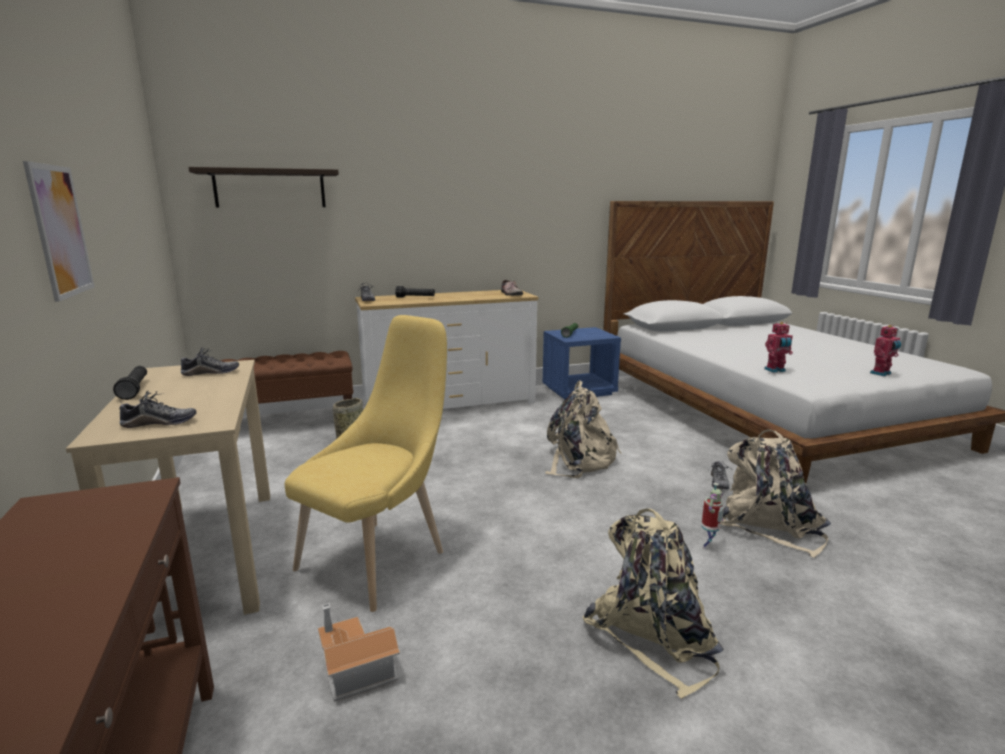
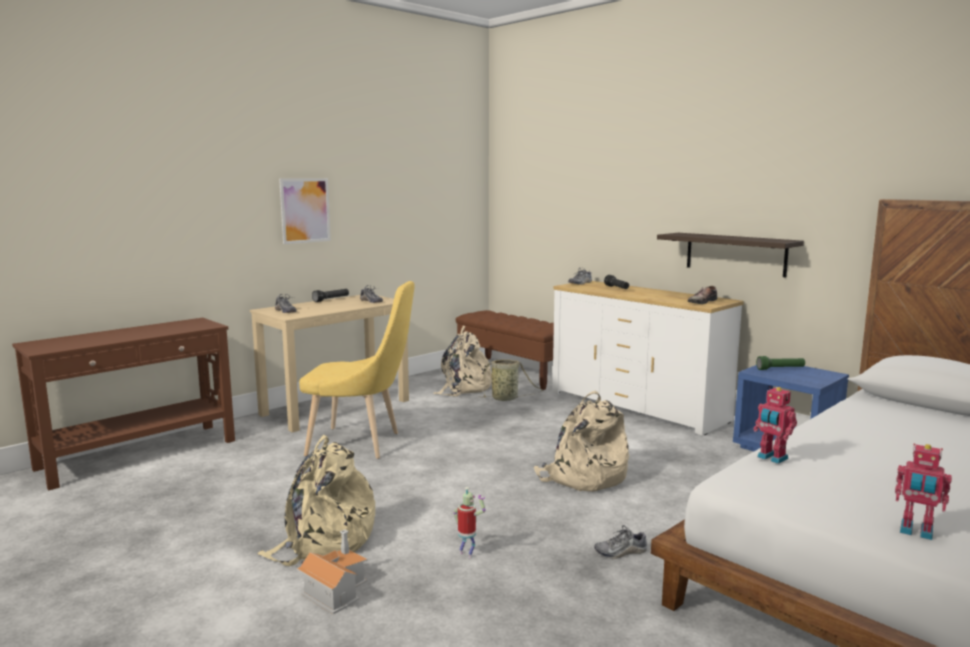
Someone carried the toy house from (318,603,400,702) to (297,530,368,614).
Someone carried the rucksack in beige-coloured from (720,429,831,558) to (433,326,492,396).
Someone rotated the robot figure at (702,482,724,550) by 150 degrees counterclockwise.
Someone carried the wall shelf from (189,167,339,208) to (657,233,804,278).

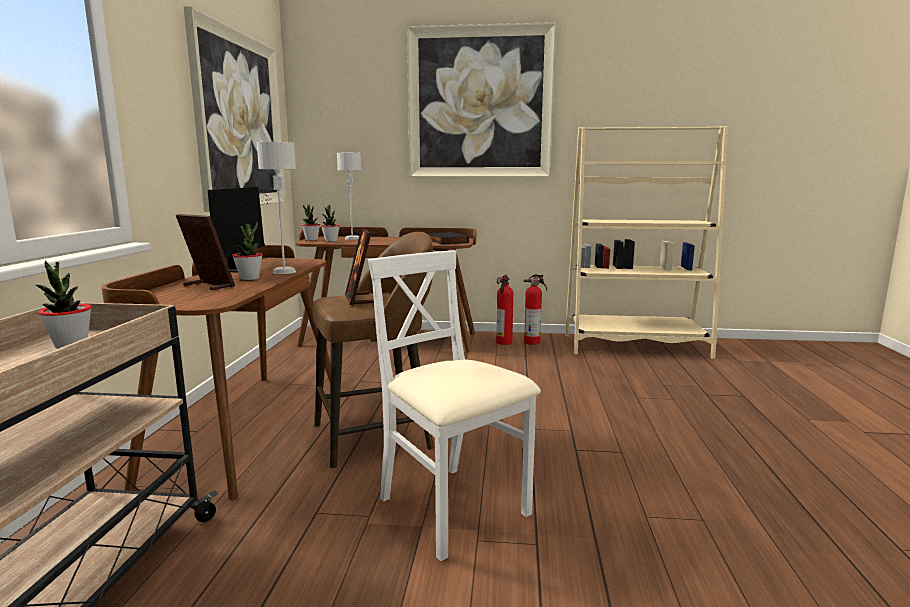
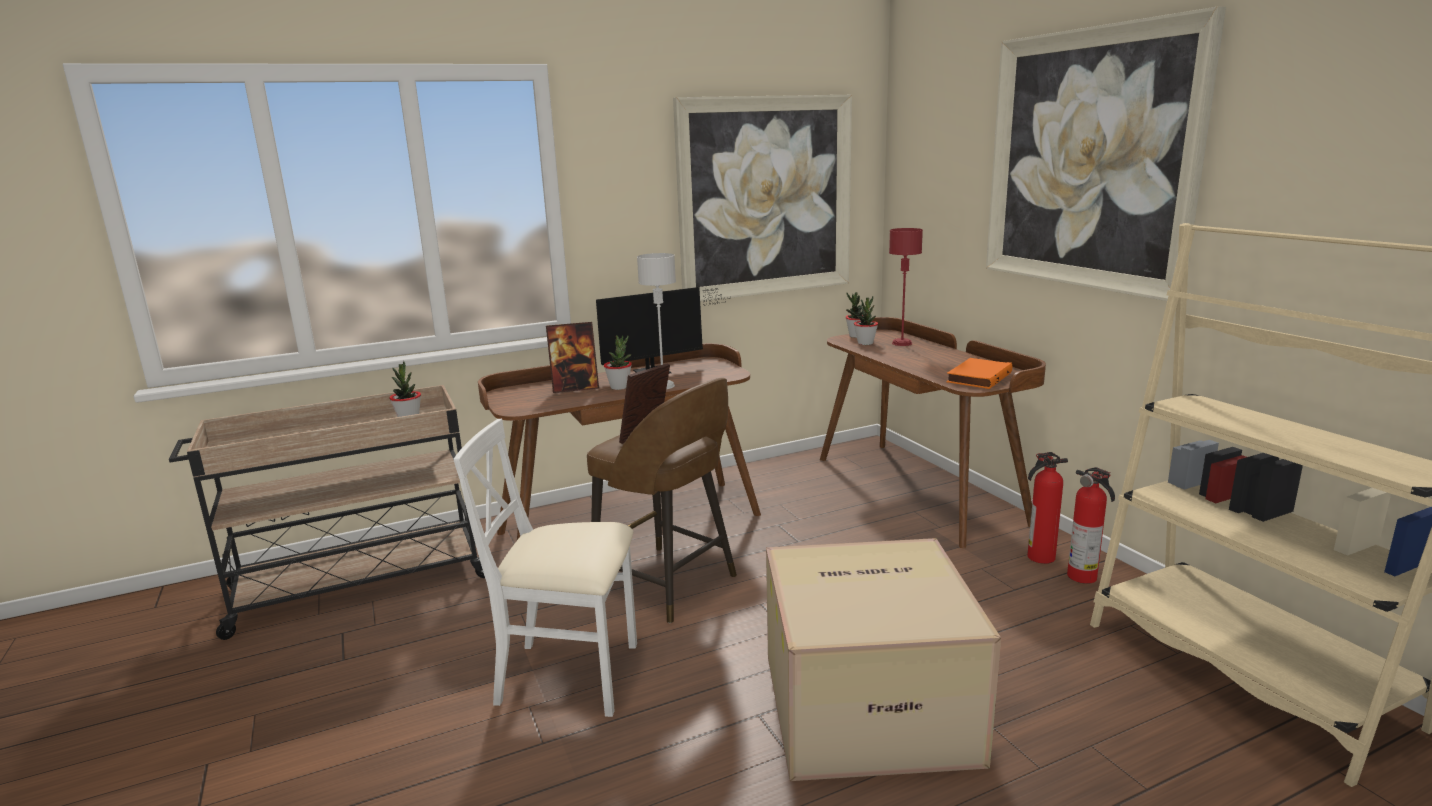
Someone rotated the plain chair in white-coloured at (368,250,541,561) by 105 degrees counterclockwise.
Someone rotated the picture frame at (176,214,235,290) by 75 degrees clockwise.
Someone put down the packing box at (766,538,1001,781).
Someone repainted the table lamp in grey at (337,153,361,240), which became the table lamp in red at (889,228,923,346).
Someone repainted the bound book in black-coloured at (427,232,469,244), which became the bound book in orange-coloured at (946,358,1012,389).

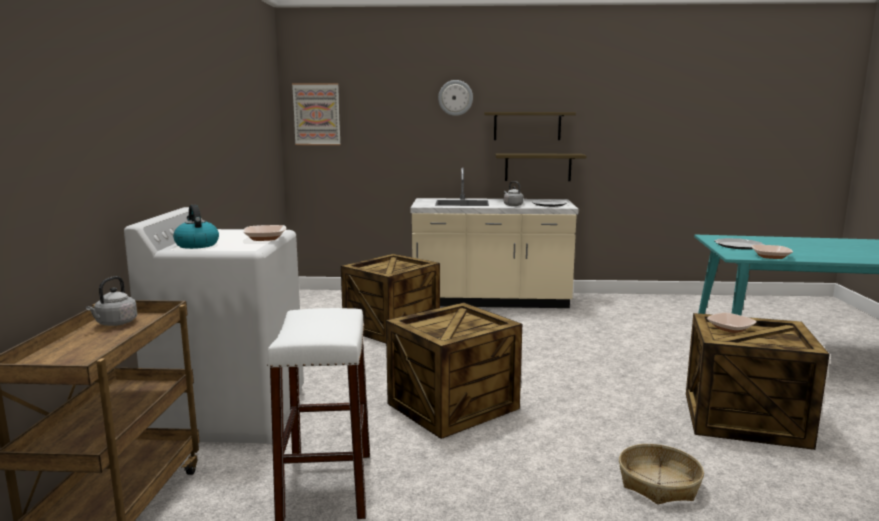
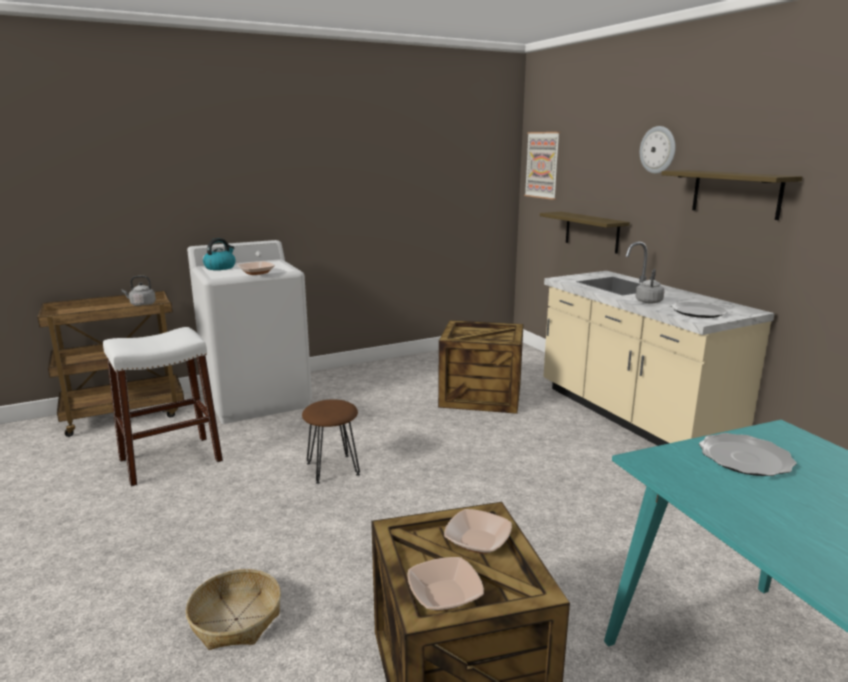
Someone swapped the shipping crate at (386,302,522,439) for the sitting stool in brownish at (302,399,360,484).
Someone carried the serving bowl from (751,245,793,259) to (407,557,484,611).
Someone carried the wall shelf from (495,153,586,181) to (540,212,630,254).

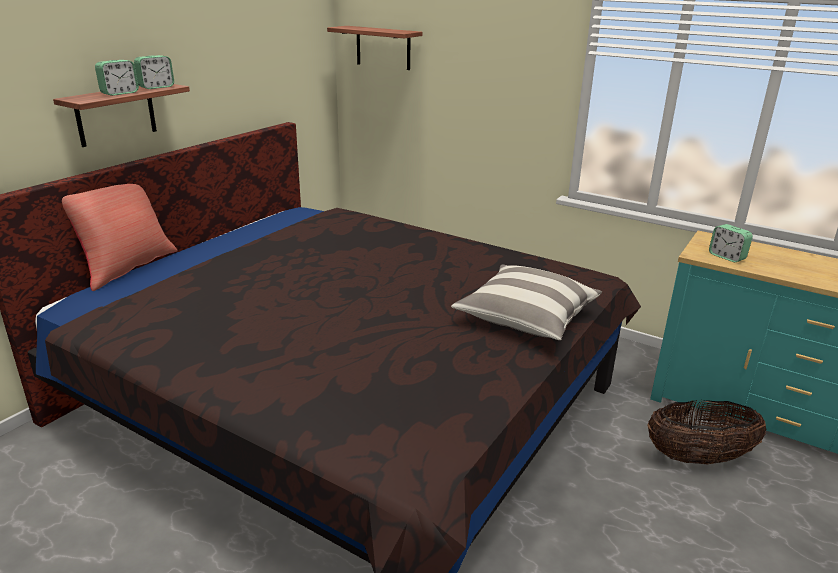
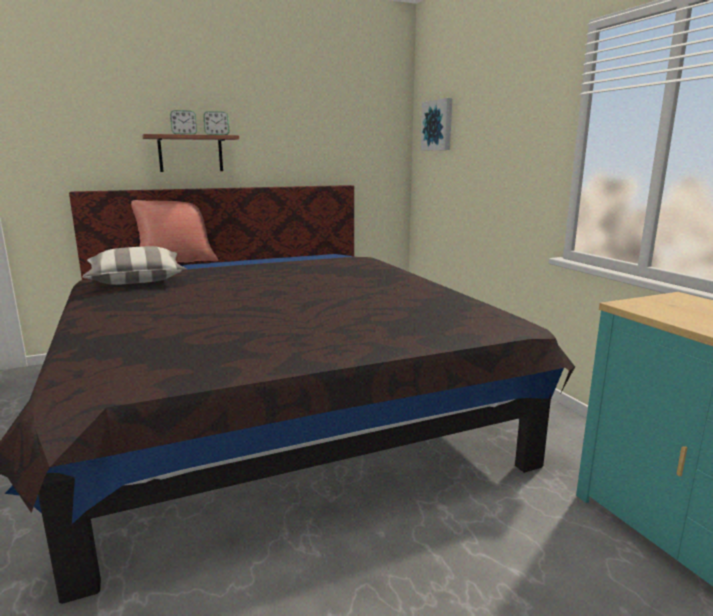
Someone carried the cushion from (451,265,602,340) to (82,246,186,285).
Someone swapped the wall shelf at (327,26,422,70) for the wall picture at (421,98,452,151).
Someone took away the storage basket at (647,400,766,464).
Someone took away the bedside clock at (709,224,753,262).

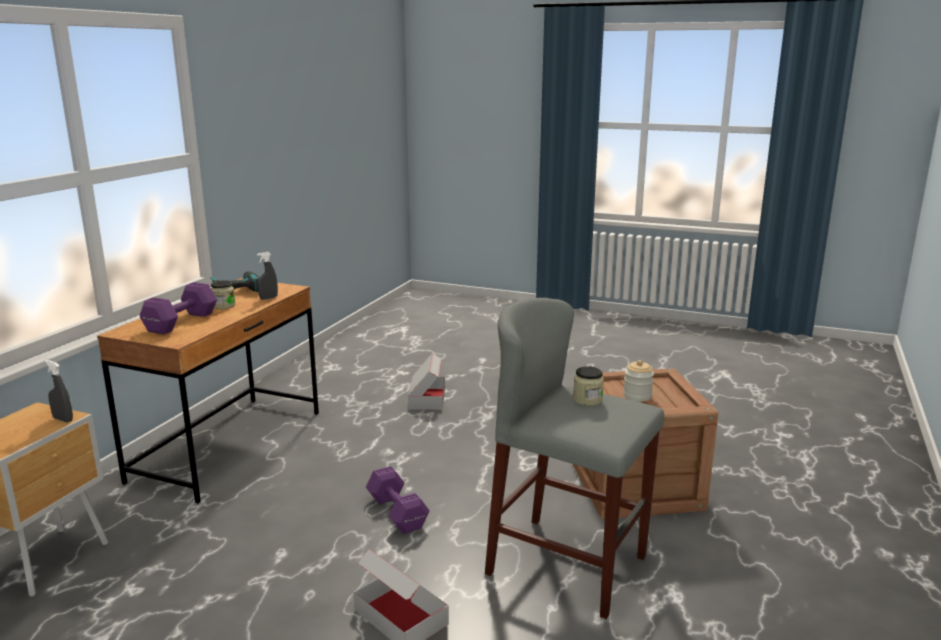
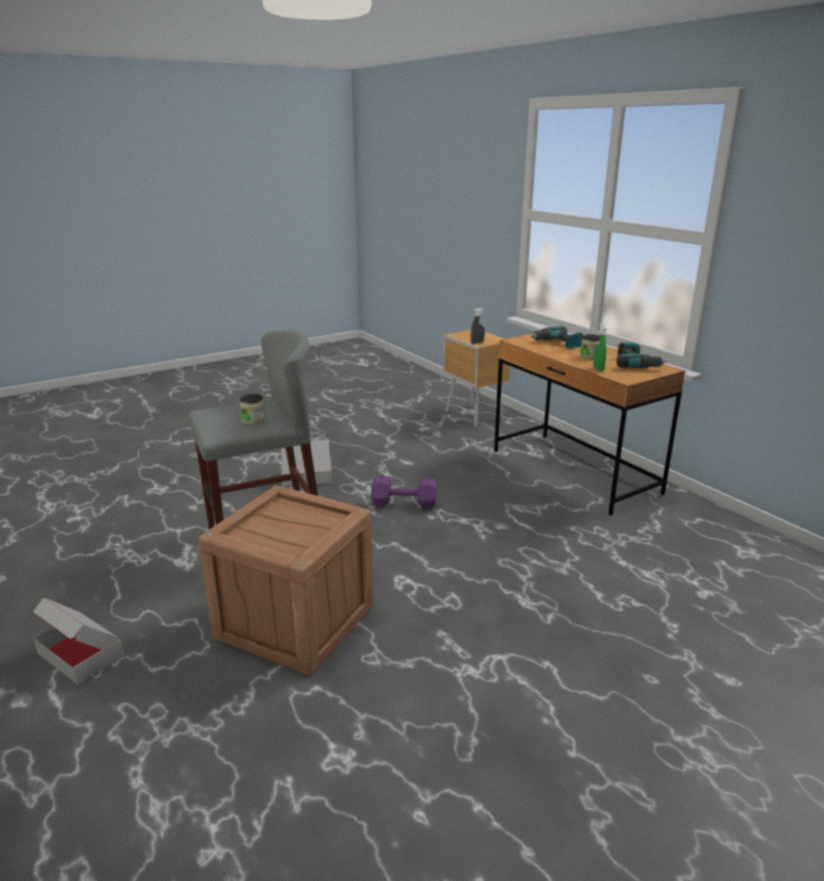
Someone carried the packing box from (408,353,445,410) to (33,597,125,685).
Someone swapped the hand weight in purple-coloured at (140,282,217,334) for the power drill at (531,326,583,349).
Someone repainted the hand sprayer in grey at (257,252,278,300), which became the hand sprayer in greenish at (593,323,607,371).
Someone took away the storage jar at (623,360,654,402).

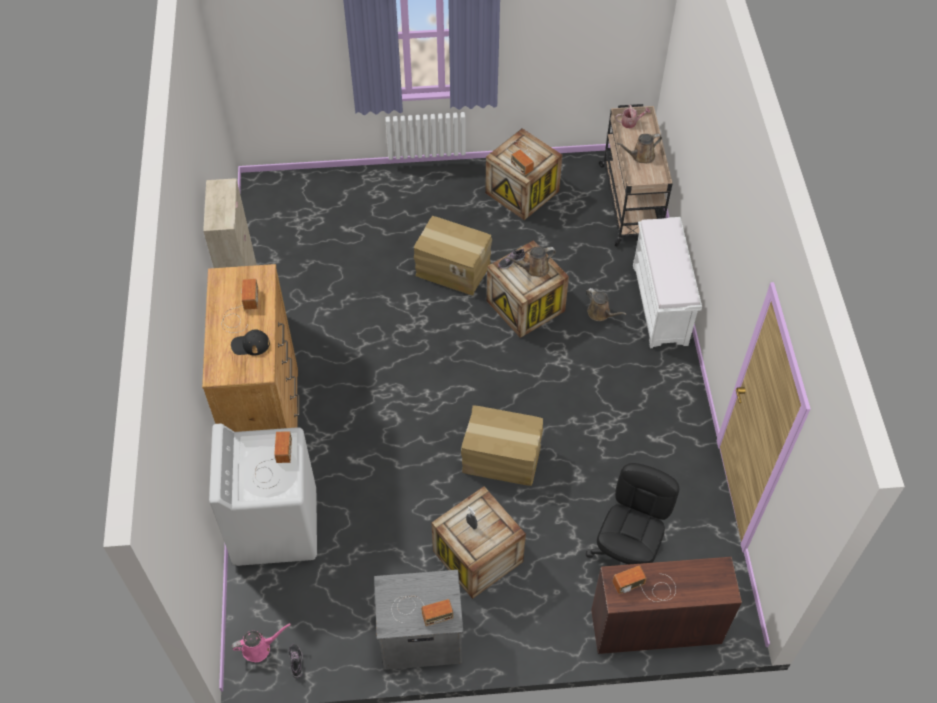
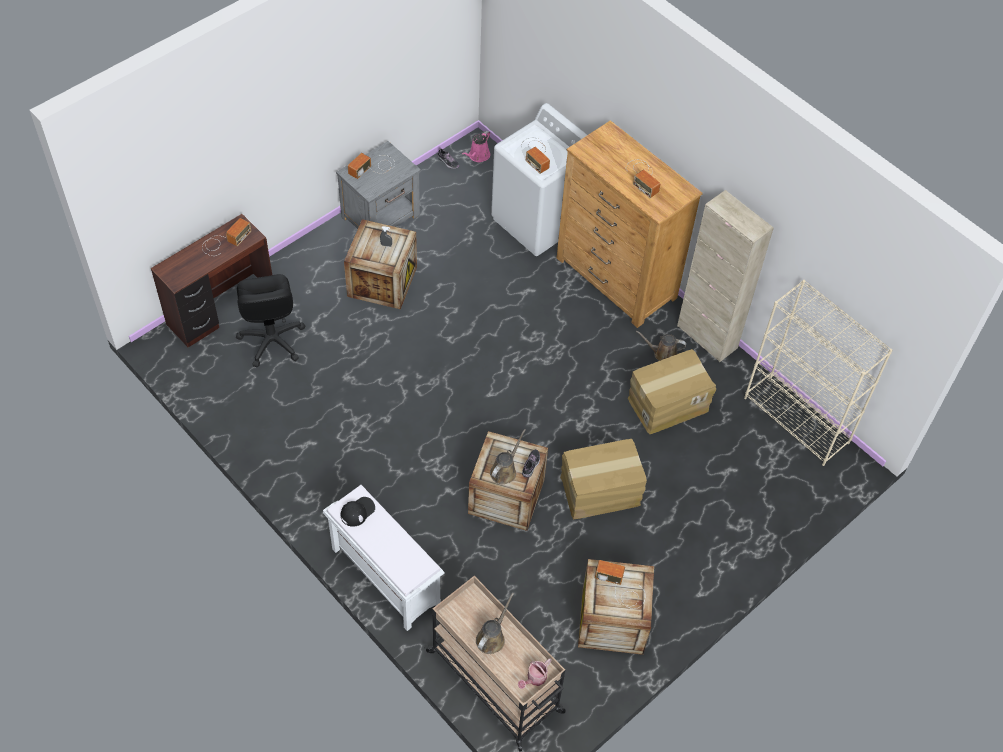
Someone carried the cap in black-coloured from (231,329,270,356) to (341,497,375,527).
Someone carried the packing box from (461,405,543,486) to (628,349,716,434).
Someone carried the watering pot in brownish from (586,288,626,321) to (636,331,686,361).
Someone put down the shelving unit in beige-coloured at (744,280,893,466).

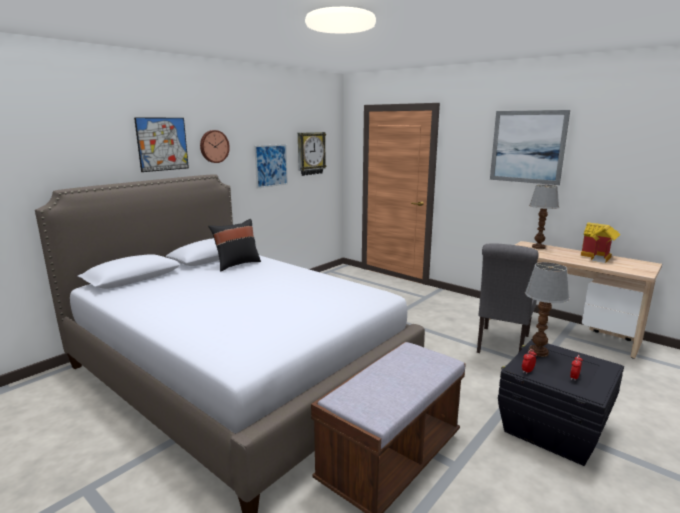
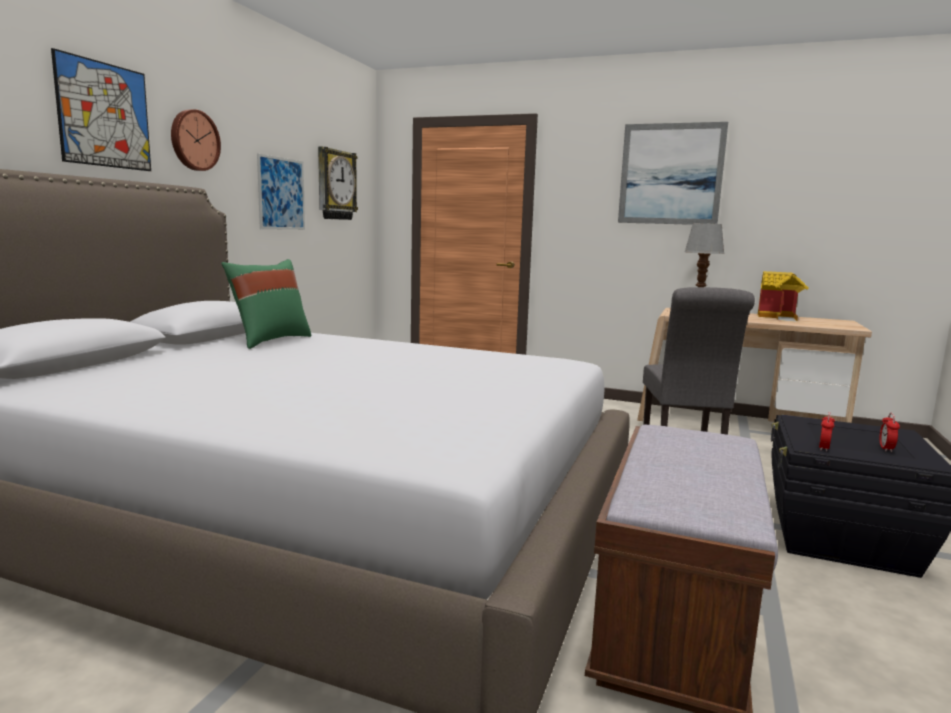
Someone repainted the cushion in black-coloured at (208,219,261,272), which became the cushion in greenish at (221,259,312,349).
Someone took away the table lamp at (525,262,569,357).

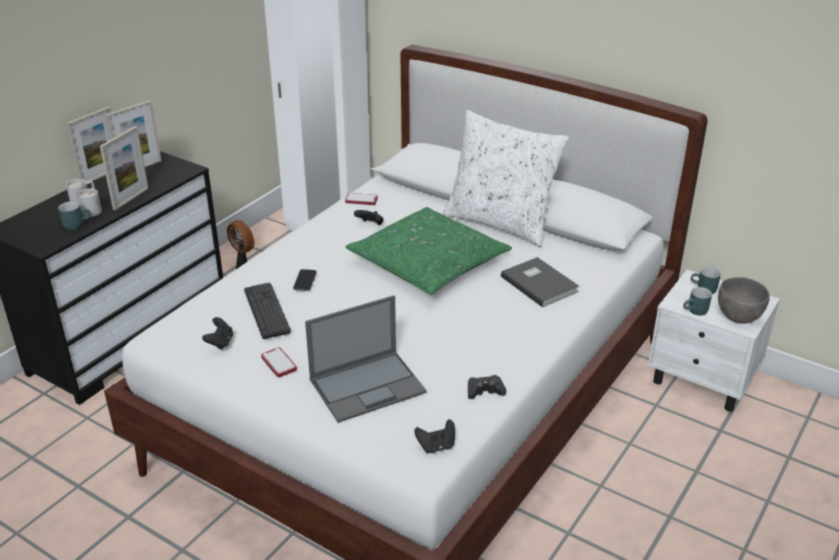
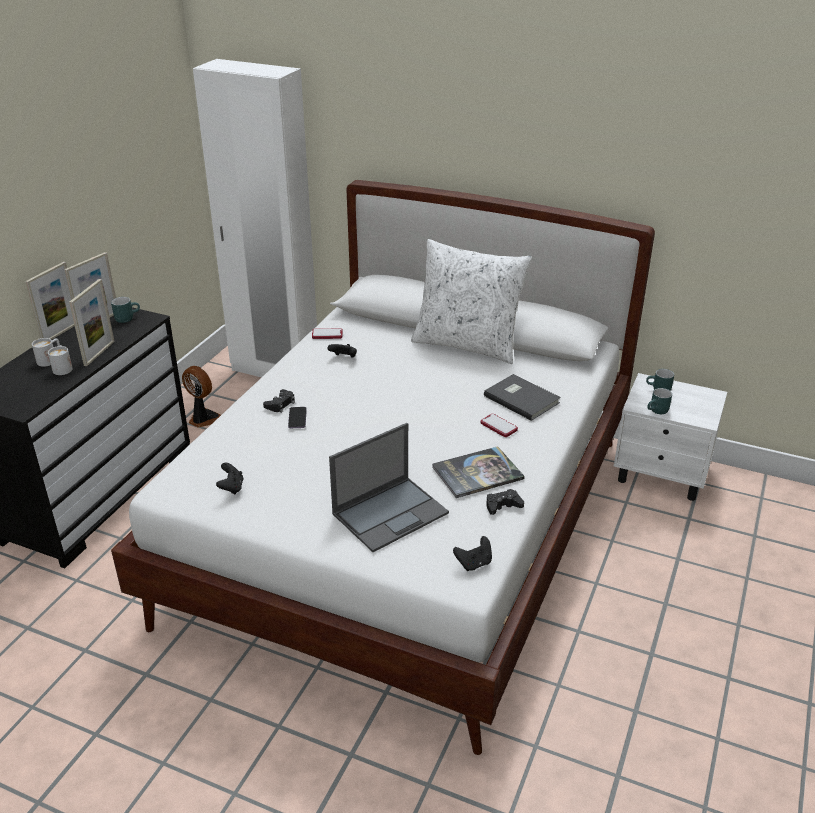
Someone carried the coffee mug in blue-green from (58,201,91,230) to (111,297,140,323).
Someone put down the joypad in black-coloured at (263,389,295,413).
Someone put down the bound book at (432,446,525,498).
Someone carried the telephone from (261,348,297,377) to (481,414,518,437).
Someone took away the computer keyboard at (244,283,291,339).
Someone took away the cushion in greenish at (345,207,512,295).
Someone took away the serving bowl in grey at (718,277,770,324).

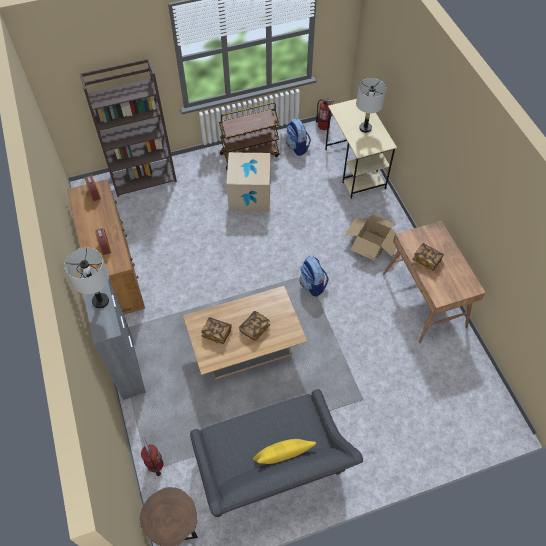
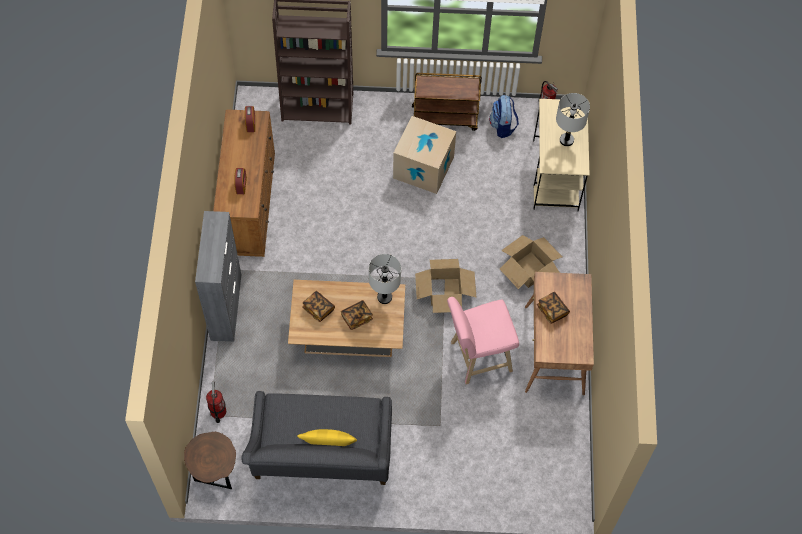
Someone carried the table lamp in grey from (64,247,109,308) to (369,254,401,304).
Someone swapped the rucksack at (300,257,329,297) for the packing box at (415,259,477,313).
Someone put down the sitting stool in pink at (447,297,519,384).

